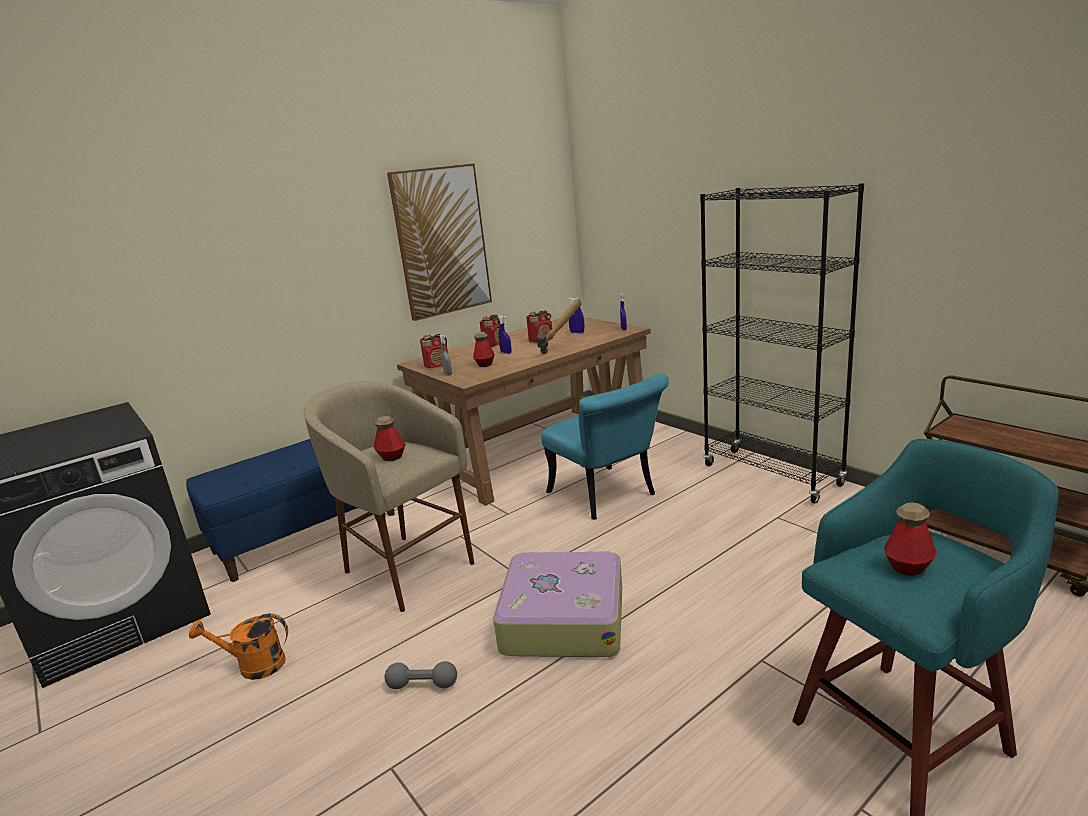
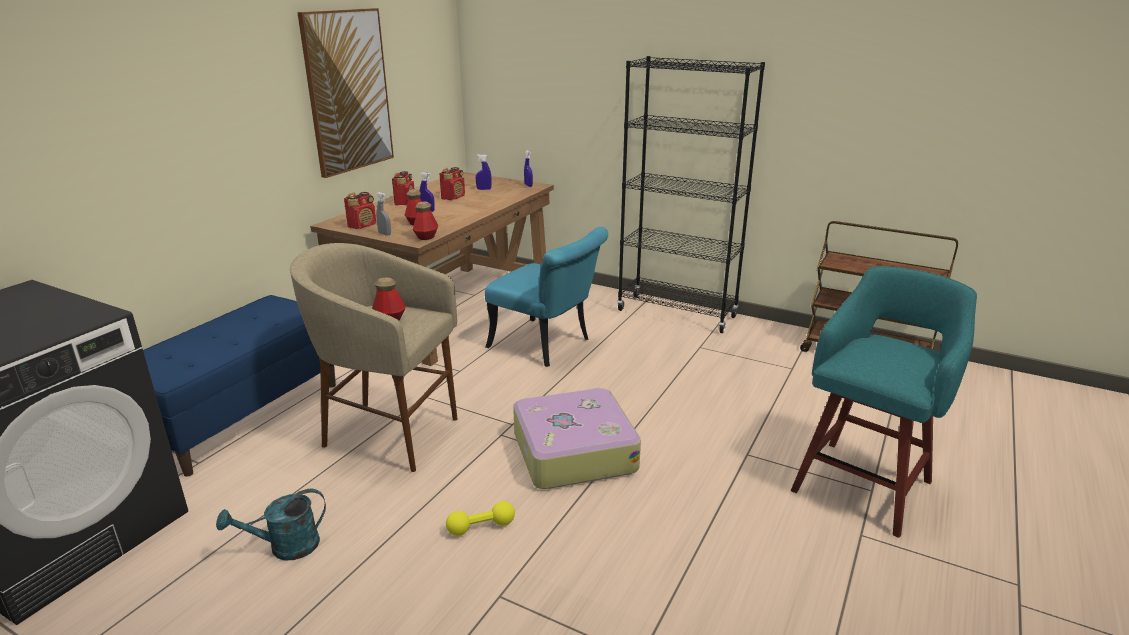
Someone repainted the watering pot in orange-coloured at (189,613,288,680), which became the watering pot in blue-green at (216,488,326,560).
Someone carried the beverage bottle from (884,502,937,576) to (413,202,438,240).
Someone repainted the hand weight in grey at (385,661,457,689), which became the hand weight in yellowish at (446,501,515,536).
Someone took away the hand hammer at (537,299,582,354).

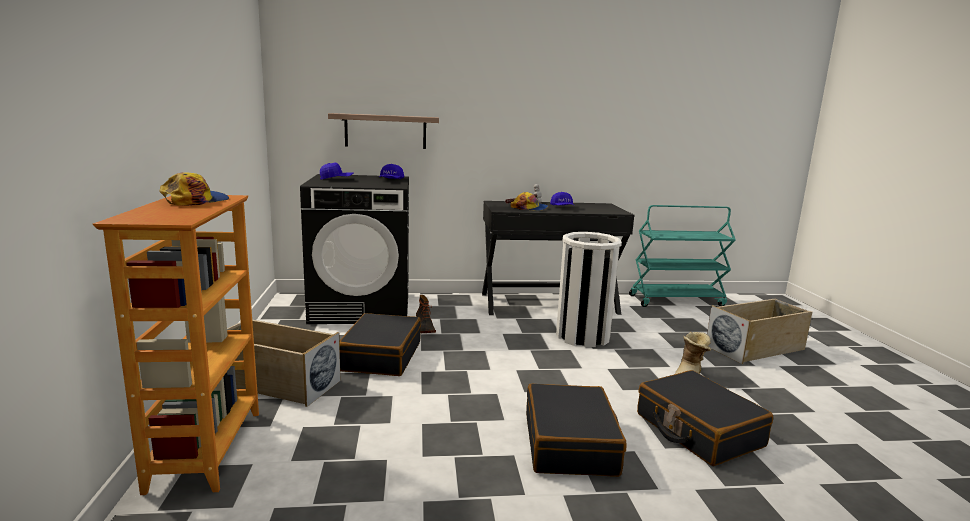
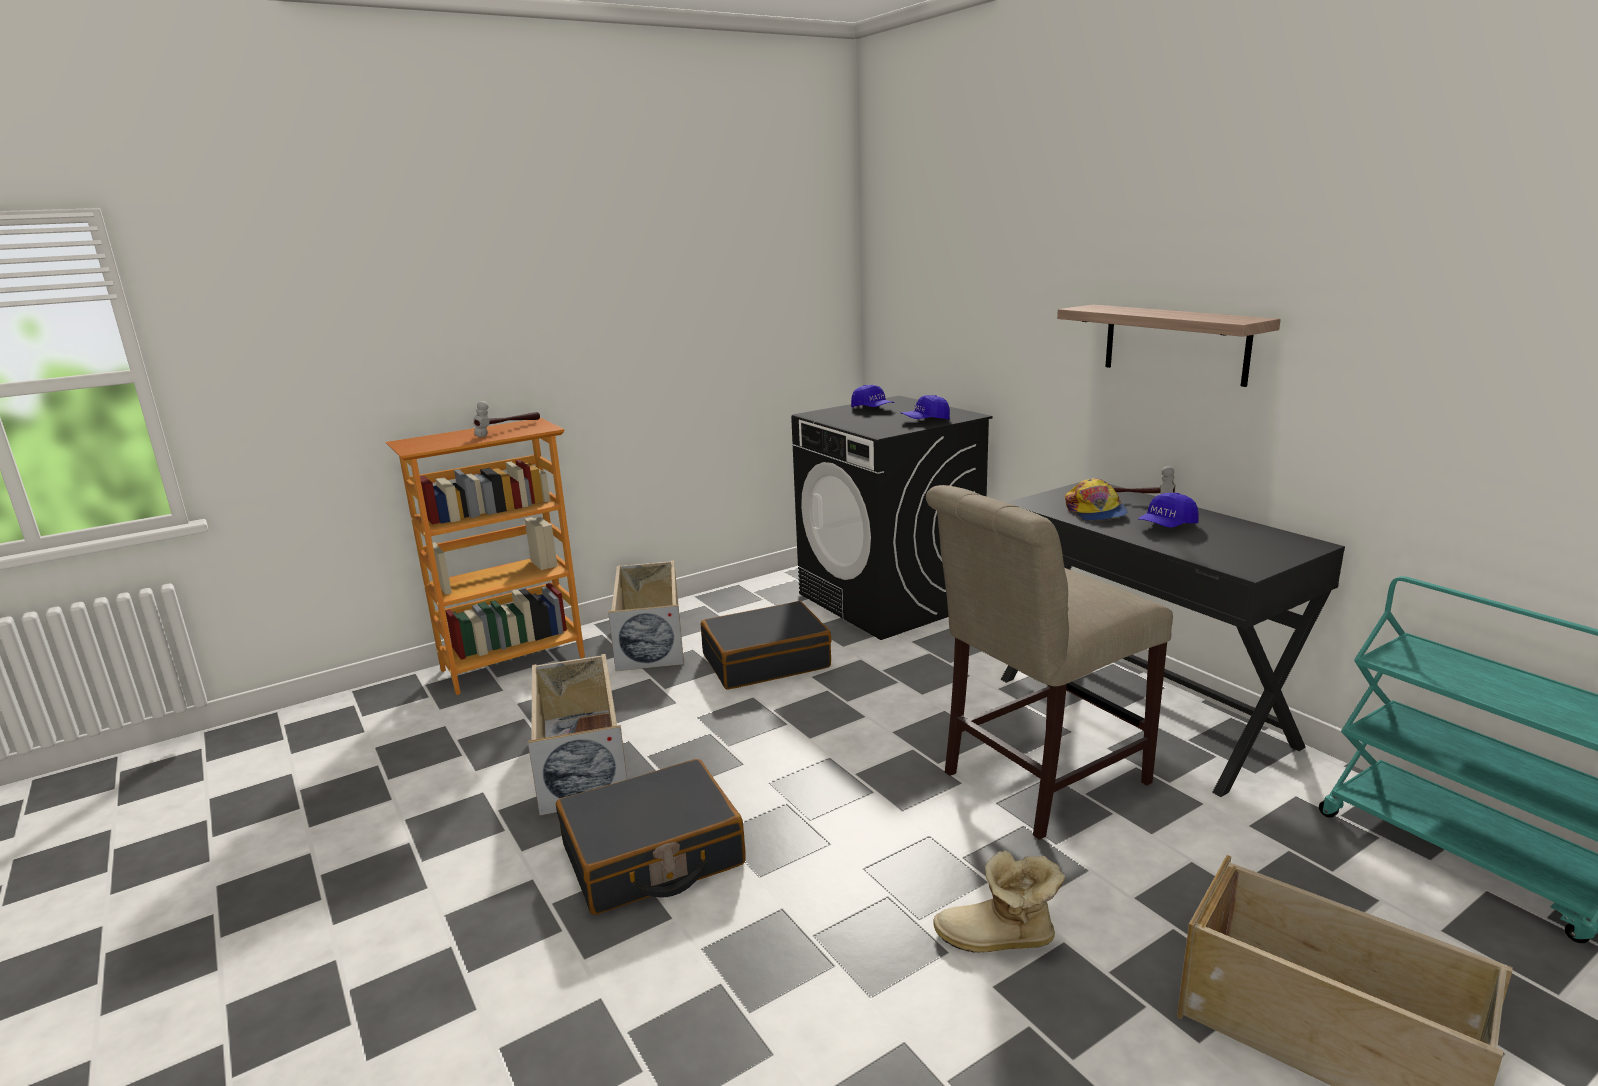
Someone swapped the cap at (159,172,229,206) for the hand hammer at (474,401,540,437).
Someone put down the storage box in beige-coloured at (528,654,627,815).
Someone swapped the trash can in white-coloured at (556,232,622,347) for the plain chair in beige-coloured at (926,485,1173,840).
Someone carried the wall shelf from (328,113,439,149) to (1057,305,1281,387).
Someone took away the high-top boot at (416,295,436,333).
Someone took away the suitcase in black-coloured at (637,370,773,466).

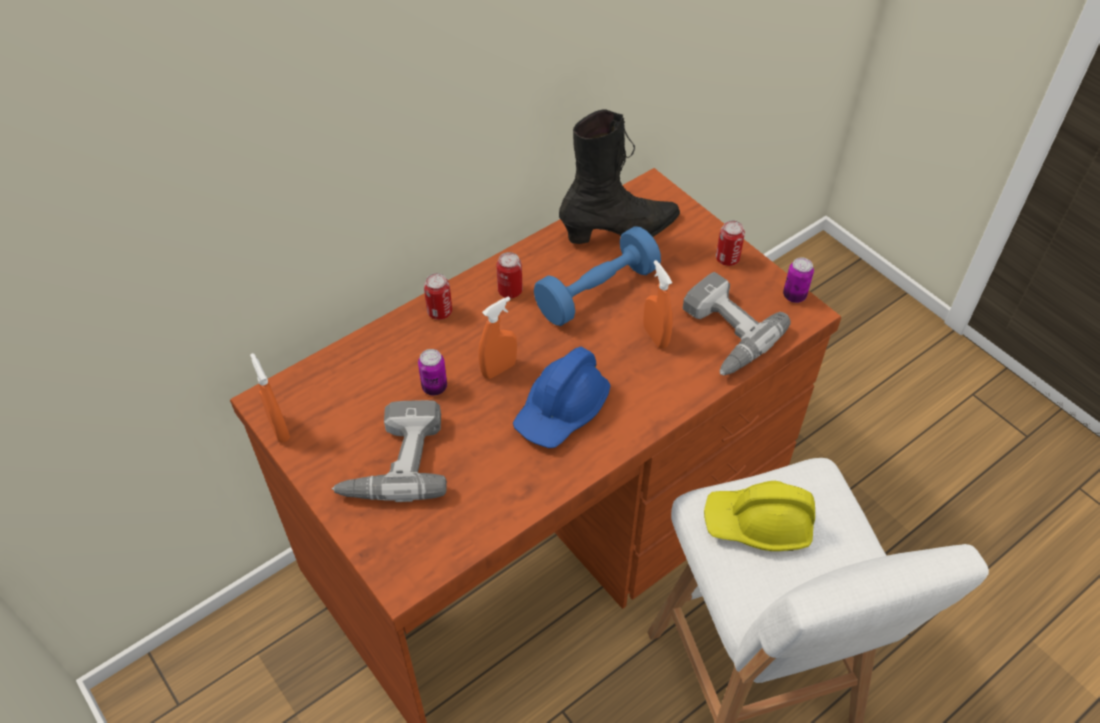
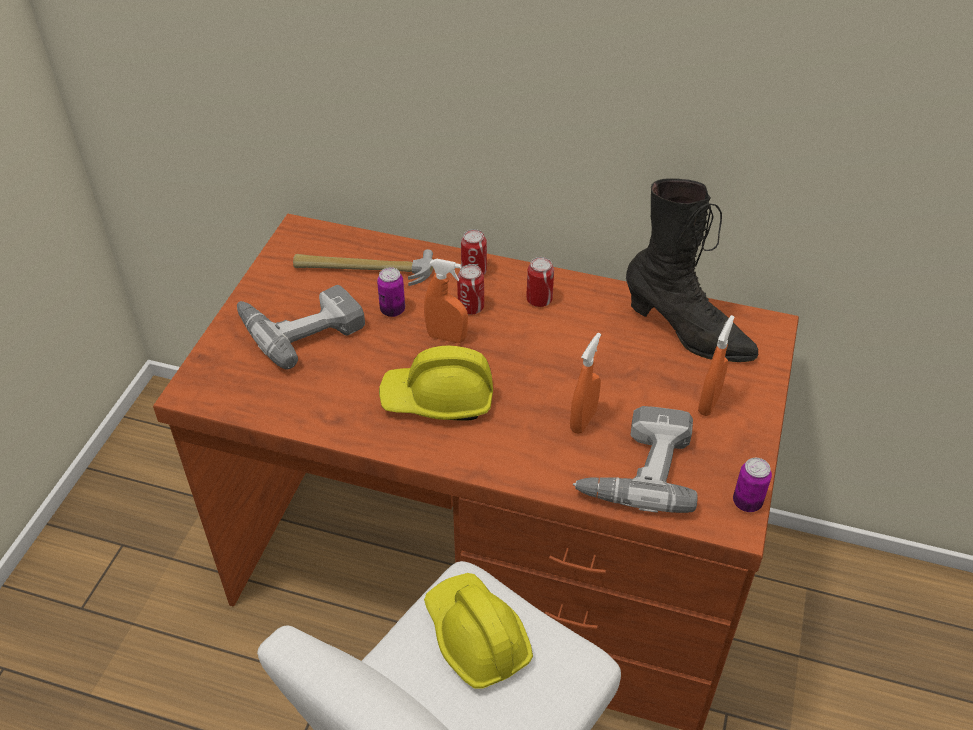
Someone put down the hand hammer at (293,249,433,286).
Someone repainted the safety helmet in blue at (513,347,611,448), which became the safety helmet in yellowish at (379,345,493,421).
Someone carried the metal can from (716,220,745,266) to (457,264,484,315).
Someone carried the hand sprayer in orange-coloured from (250,353,290,443) to (698,315,734,416).
Someone took away the hand weight in blue at (534,226,661,326).

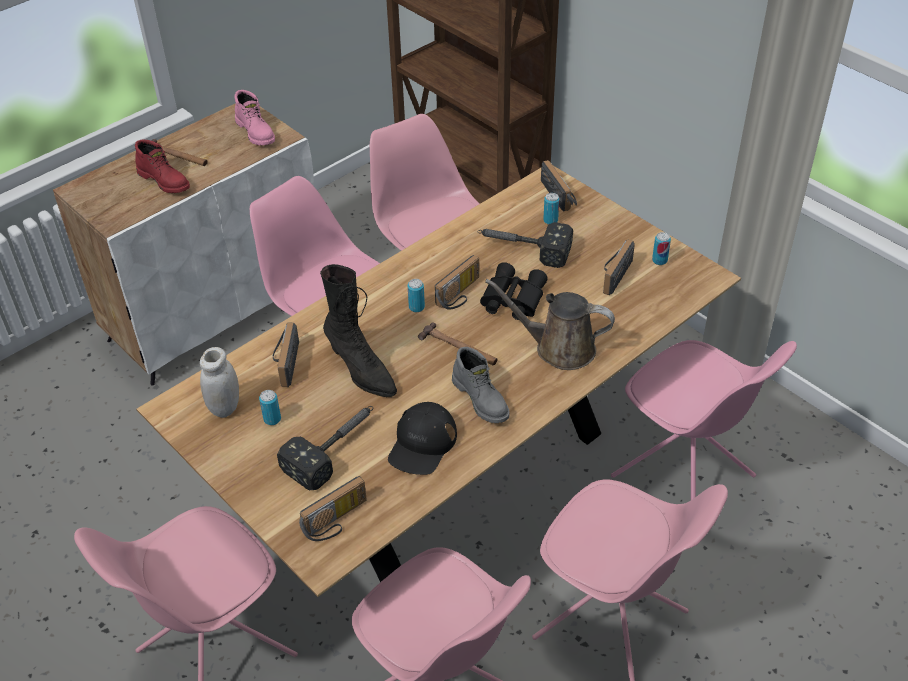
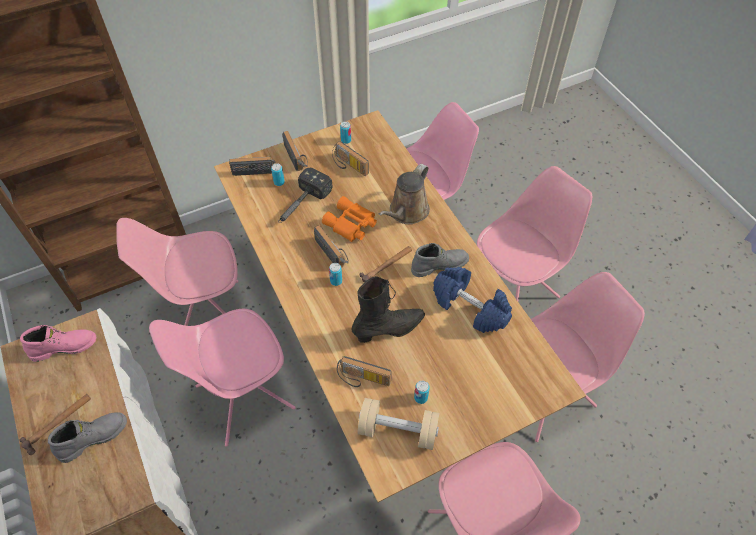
Someone repainted the high-top boot in red at (135,140,190,193), which became the high-top boot in grey at (48,412,127,463).
Someone carried the radio from (299,476,366,541) to (282,131,308,171).
Someone repainted the field glasses in black-coloured at (480,262,548,320), which became the field glasses in orange-coloured at (322,196,377,242).
Someone swapped the storage jar in white-coloured at (200,347,239,418) for the hand weight in beige-coloured at (358,398,439,450).
Someone swapped the cap in black-coloured at (388,402,457,475) for the hand weight in blue at (433,267,512,333).
Someone took away the hand hammer at (277,406,373,490).

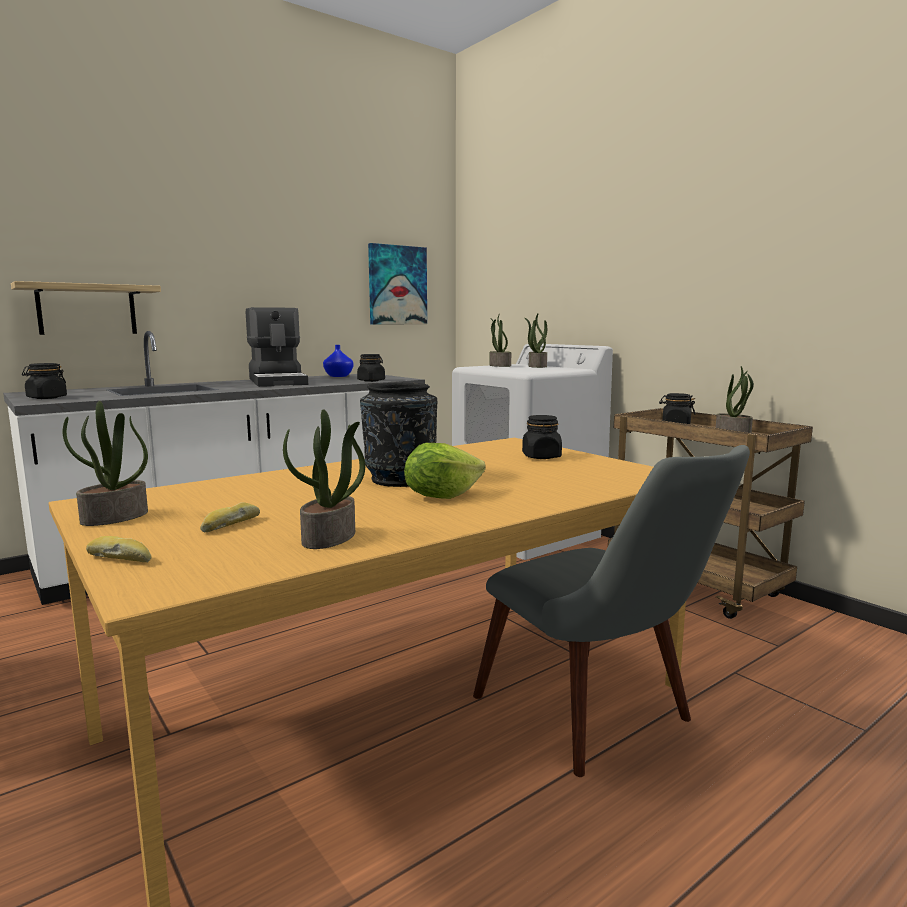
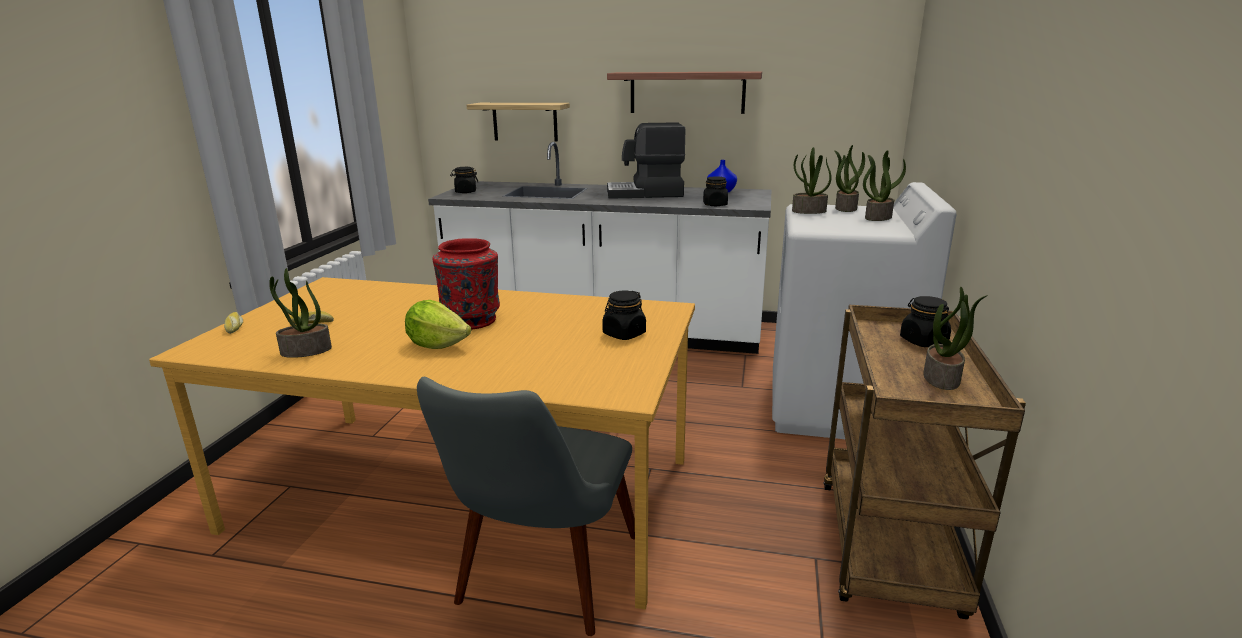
Someone repainted the vase in black-coloured at (360,383,437,487), which became the vase in red at (432,238,500,330).
Someone put up the wall shelf at (607,71,762,114).
Someone rotated the coffee machine at (246,307,308,387) by 60 degrees clockwise.
Someone carried the potted plant from (63,401,148,526) to (792,147,832,214).
Someone took away the wall picture at (368,243,427,324).

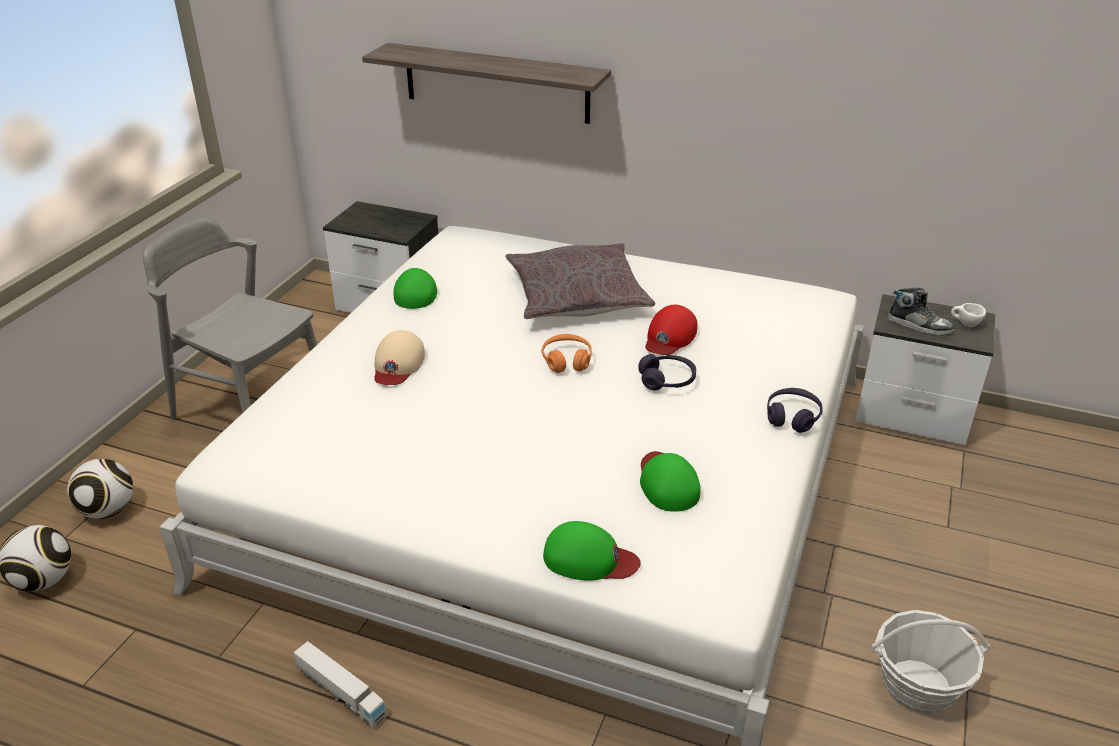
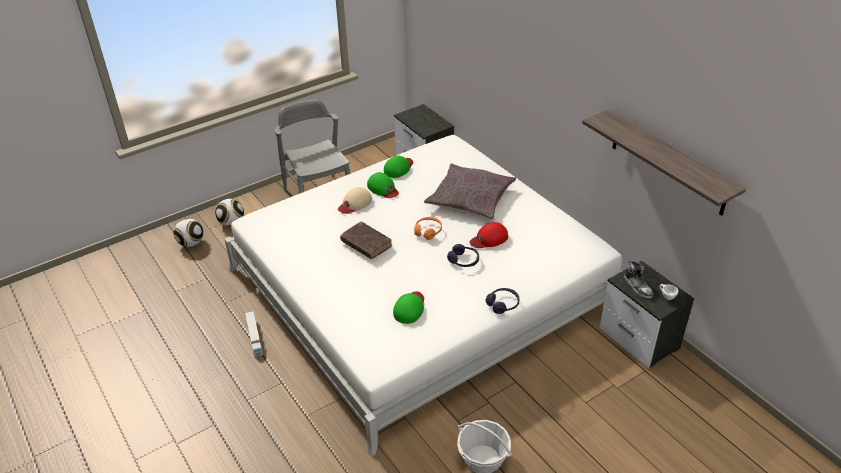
Someone put down the bound book in brownish at (340,221,392,259).
Someone carried the cap in greenish from (543,521,641,581) to (367,172,399,198).
Someone carried the wall shelf from (362,43,611,124) to (582,110,746,215).

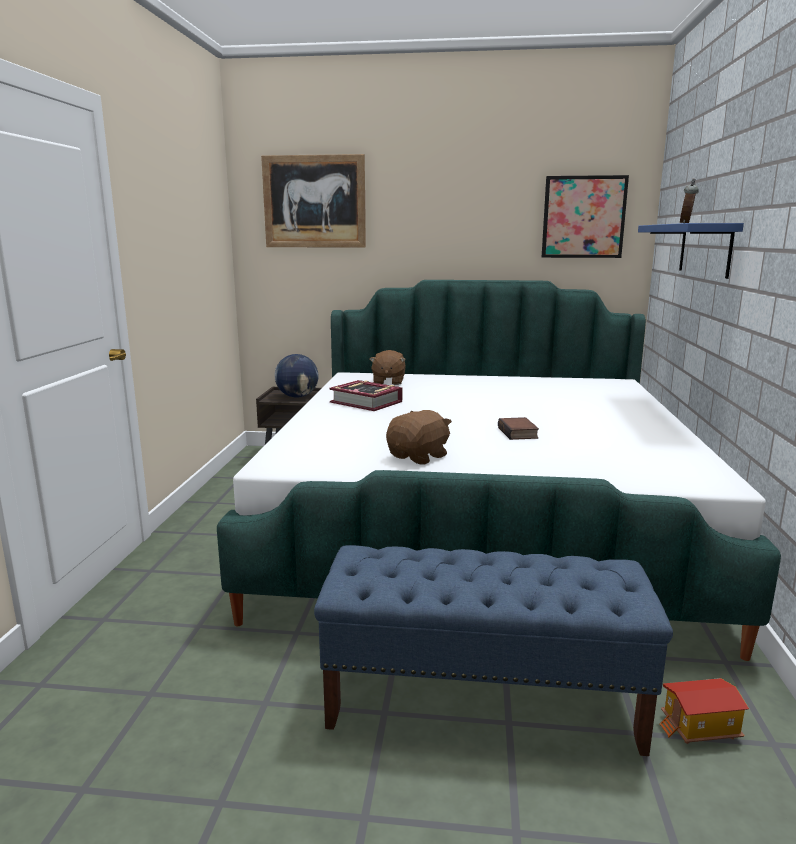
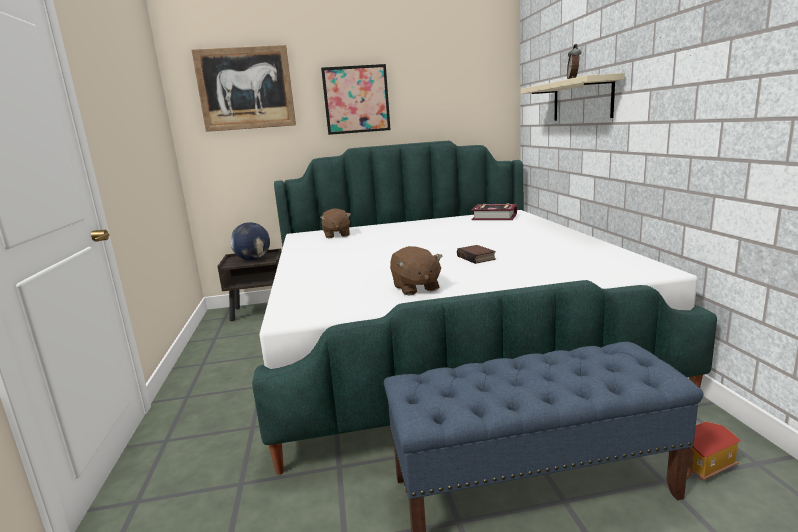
Someone carried the wall picture from (542,175,629,258) to (321,64,391,135).
Someone rotated the plush toy in brownish at (386,410,452,465) by 135 degrees clockwise.
Someone carried the bound book from (329,380,402,411) to (471,203,517,220).
Someone repainted the wall shelf in blue at (638,223,744,279), which became the wall shelf in beige-coloured at (521,73,625,121).

